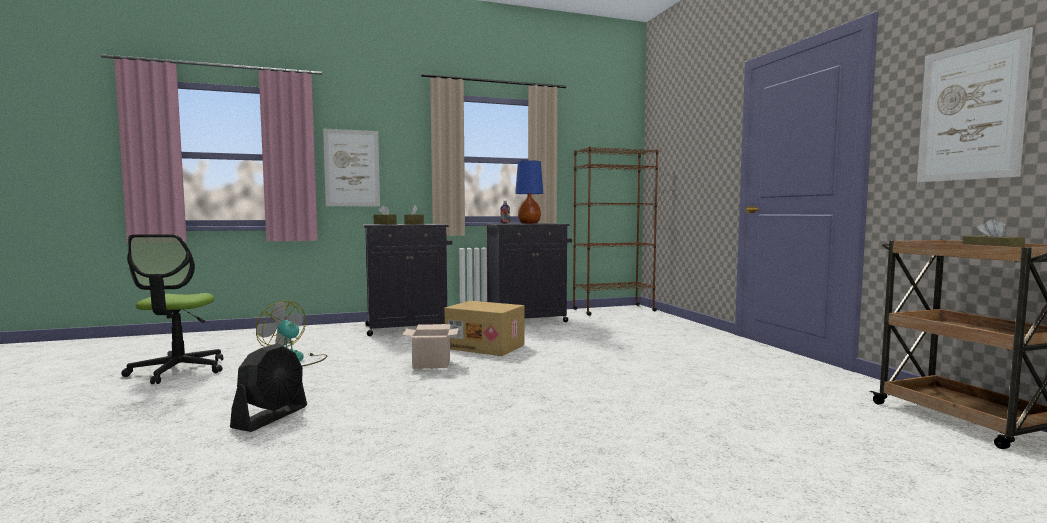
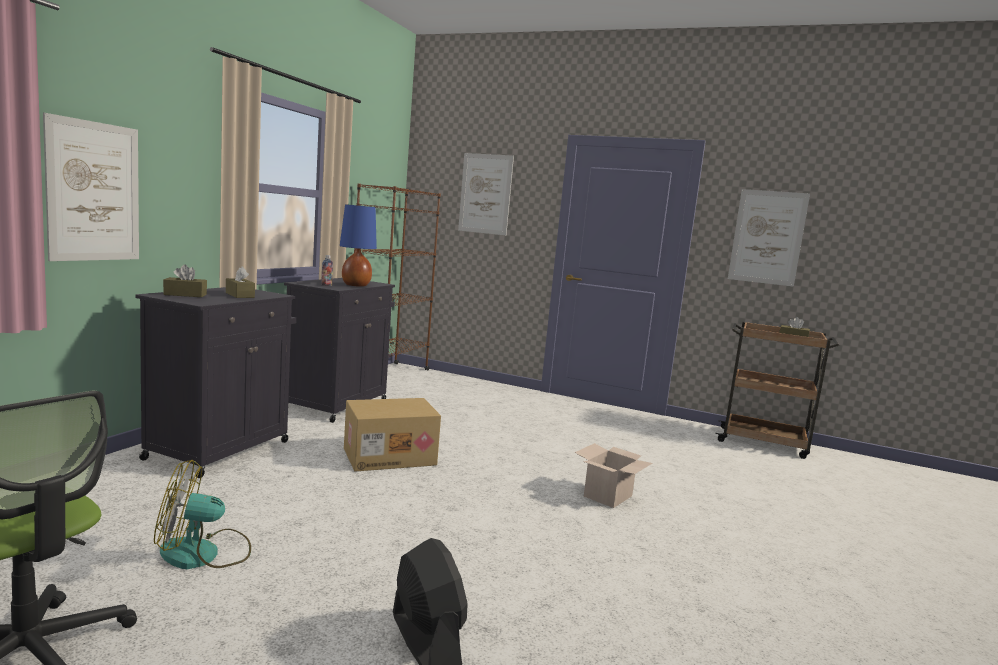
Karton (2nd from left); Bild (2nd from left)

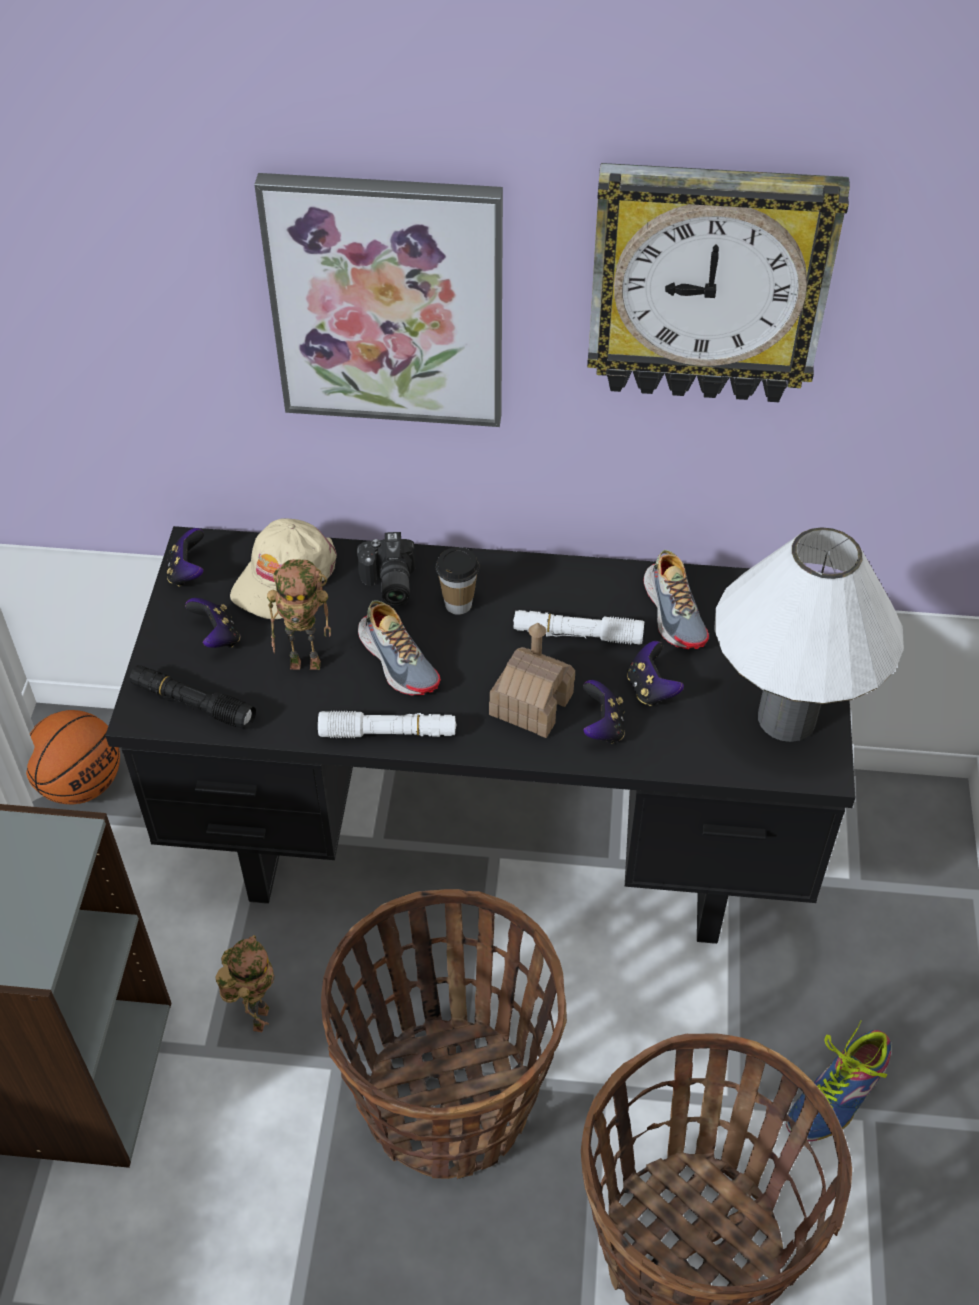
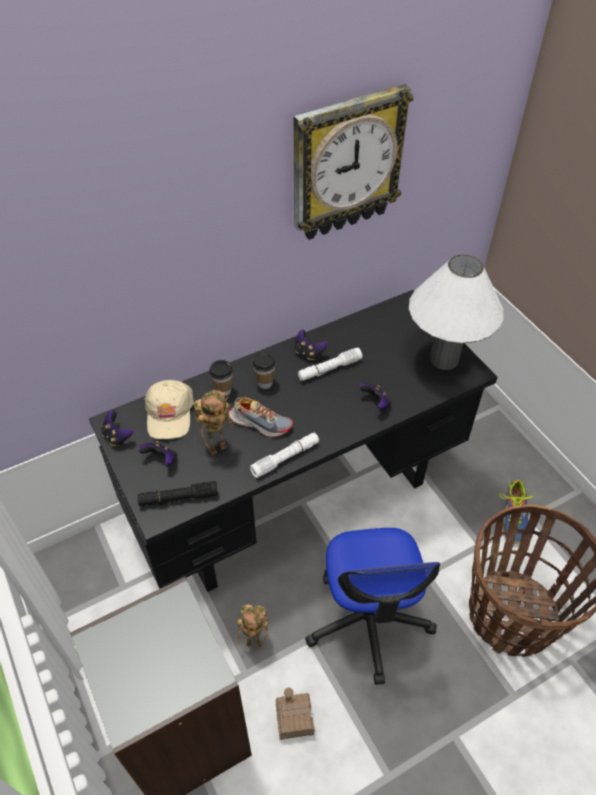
Bild; Tasse (1st from left); Schuh (2nd from left in the first image); Spielzeughaus; Gamepad (3rd from left); Basketball; Bürostuhl; Spielzeugroboter (2nd from left)

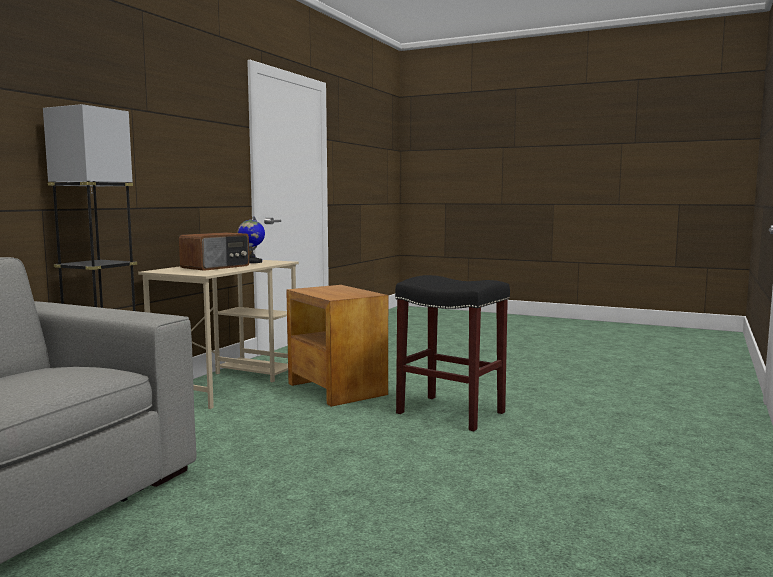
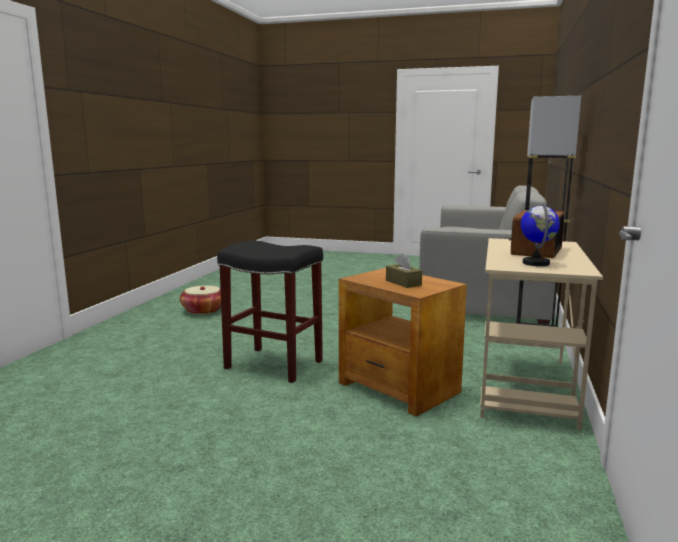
Taschentuchbox (braun); Korb

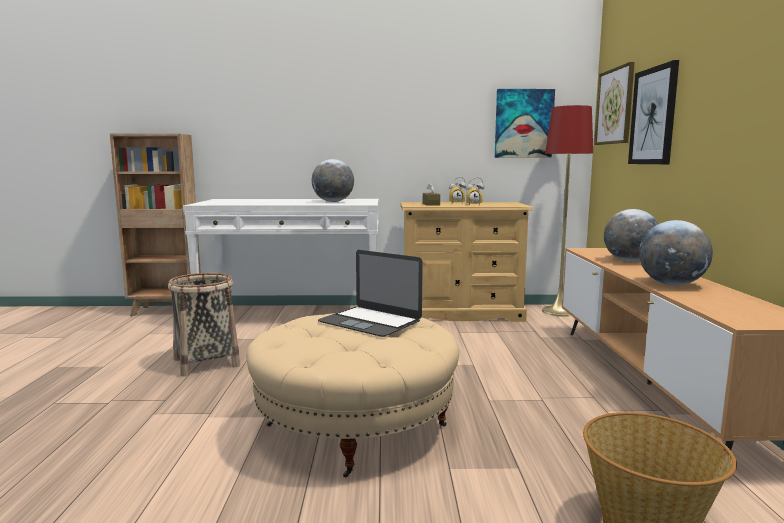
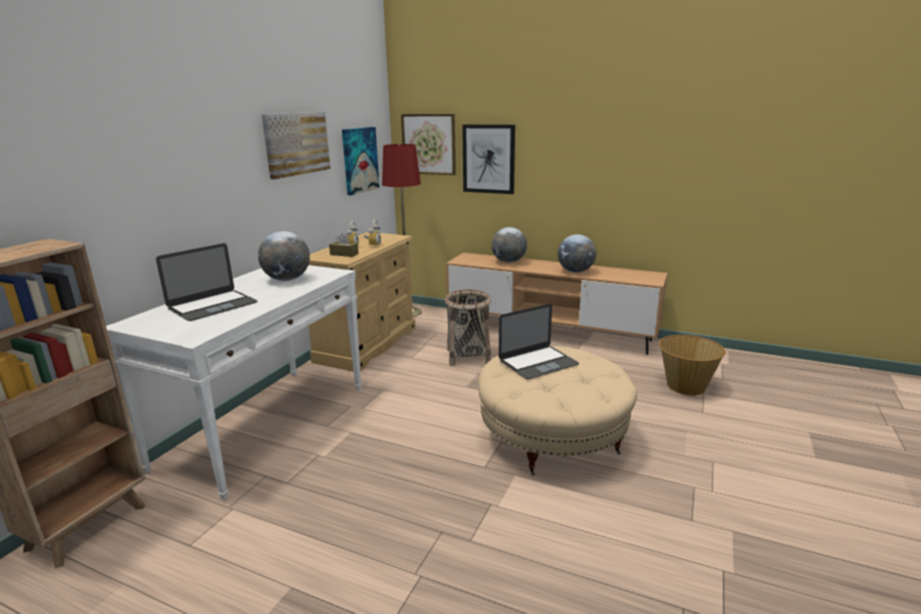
Korb (1st from left); Bild (1st from left); Laptop (1st from left)

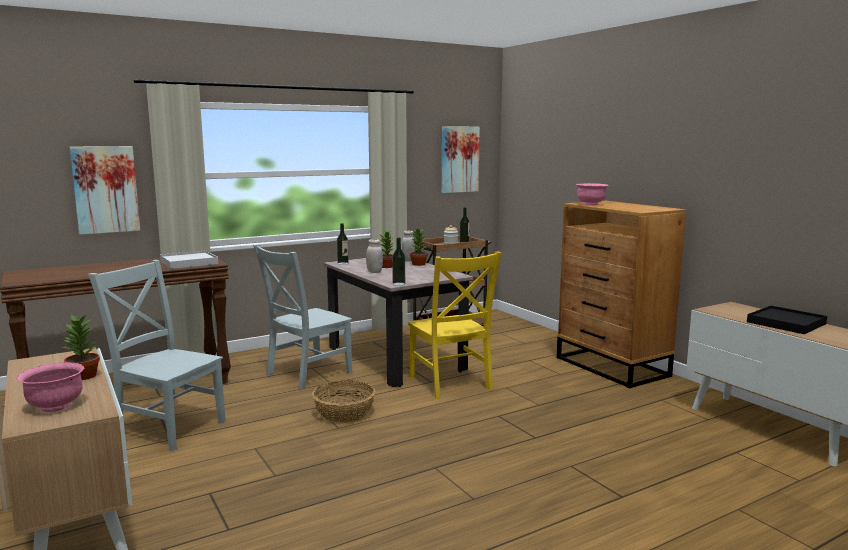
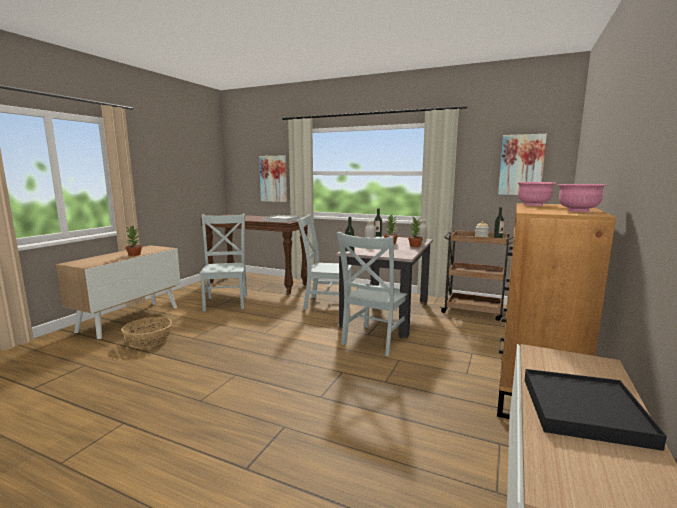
Stuhl (grau) (3rd from left); Schüssel (rosa) (2nd from left); Korb

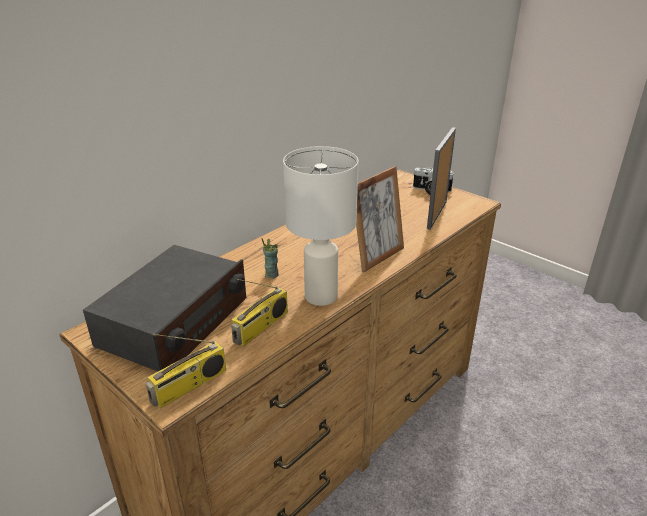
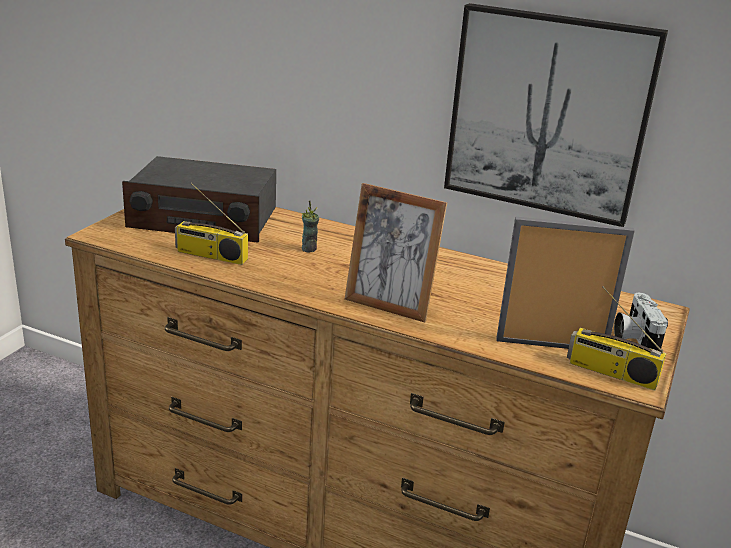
Tischlampe (weiß); Radio (3rd from left); Bild

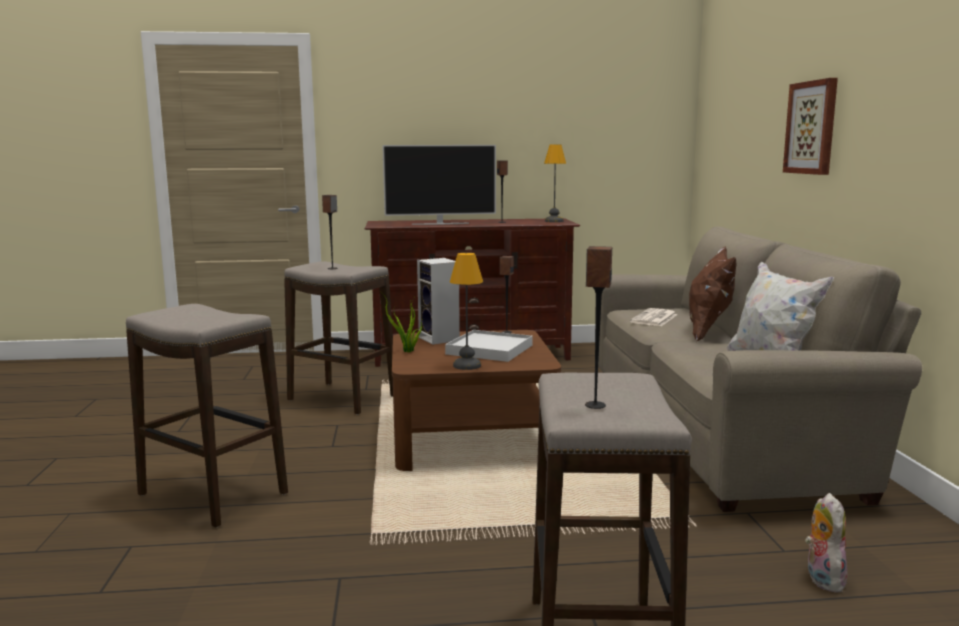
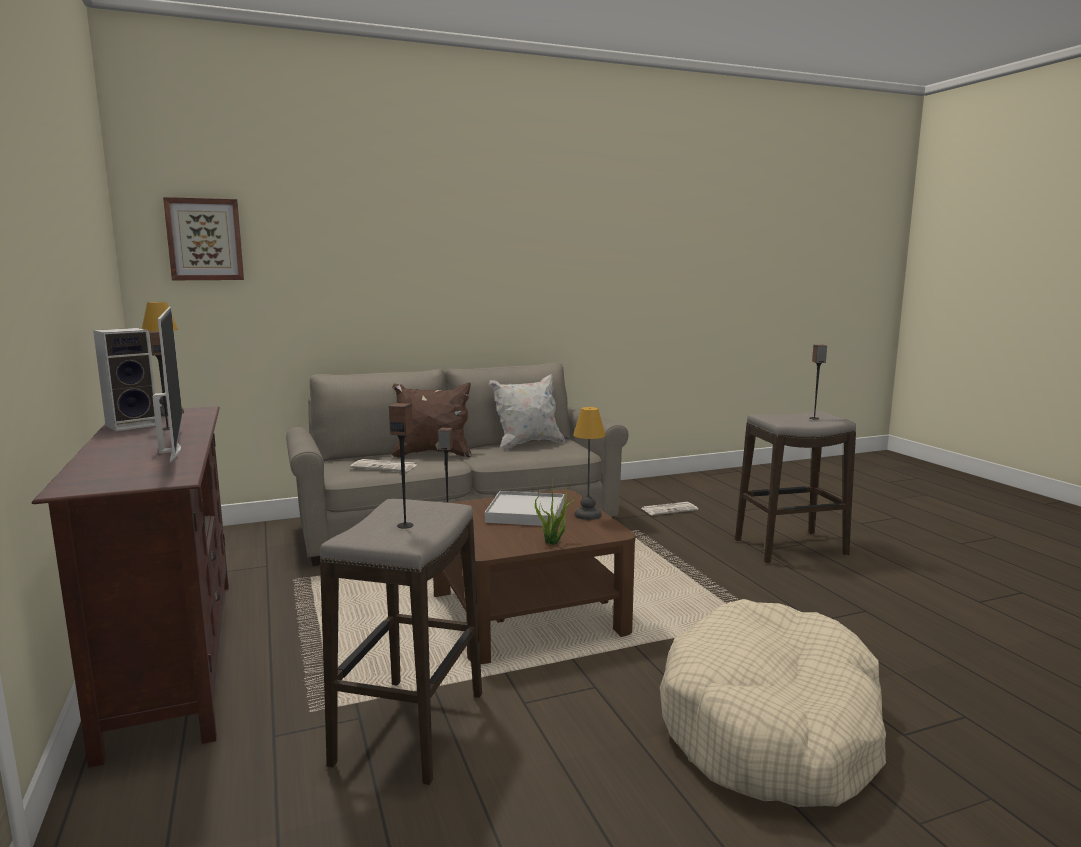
Bild; Lautsprecher (1st from left); Hundebett (beige); Zeitung (2nd from left)

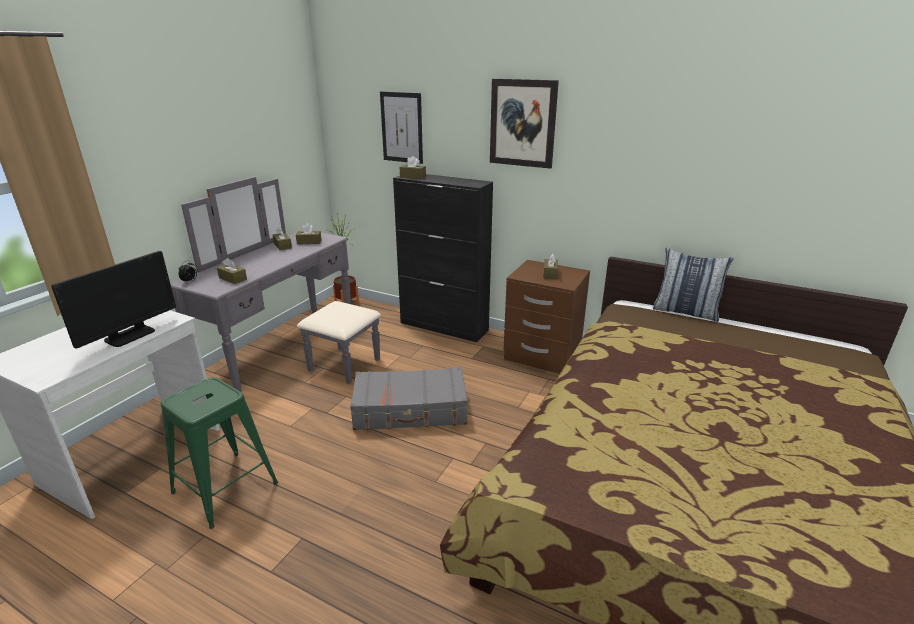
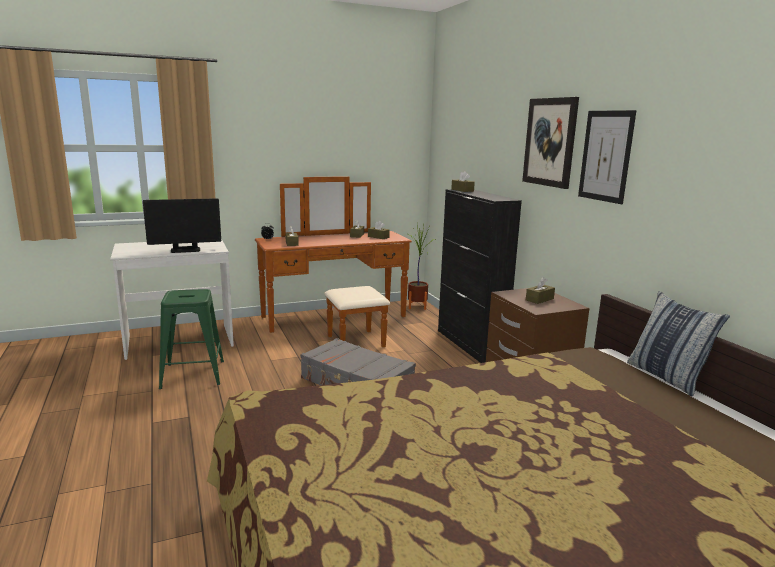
Bild (2nd from left); Kommode (braun)

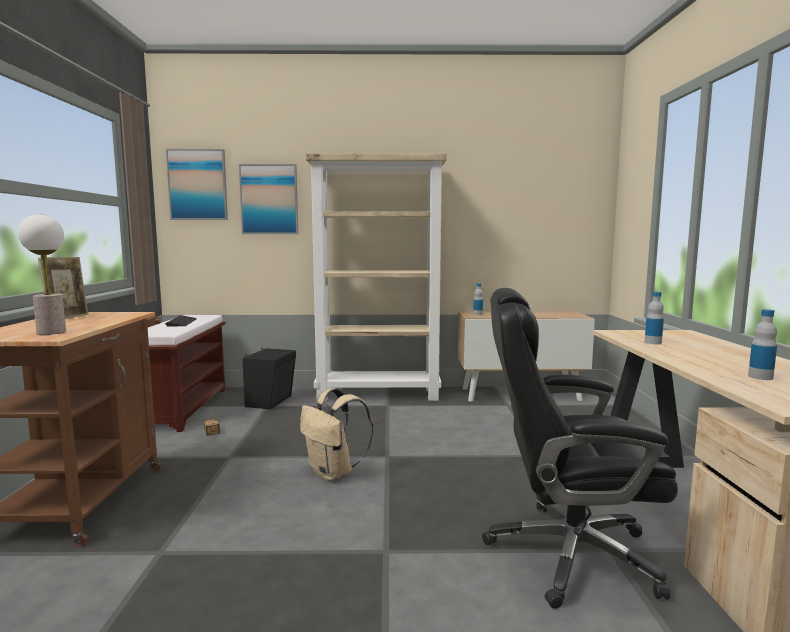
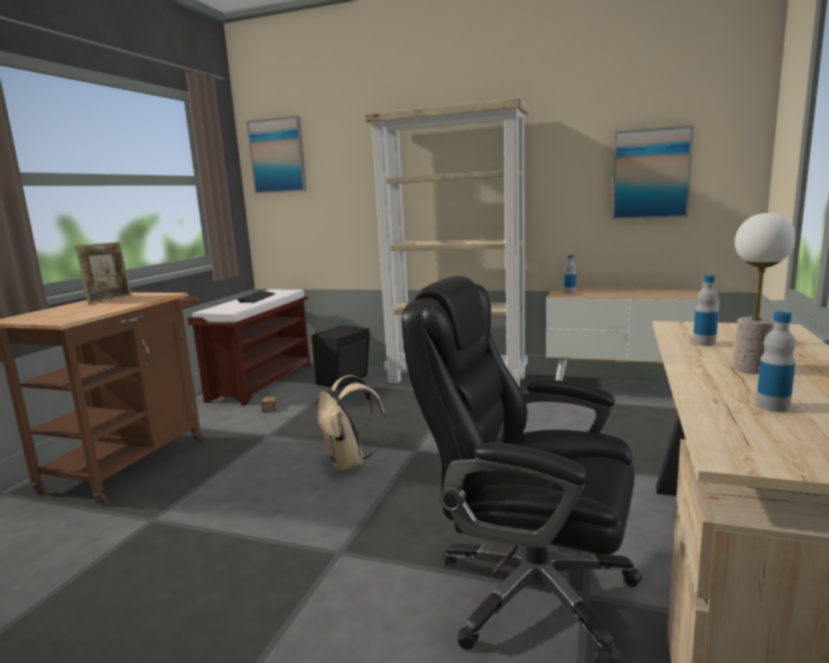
Bild (2nd from left); Tischlampe

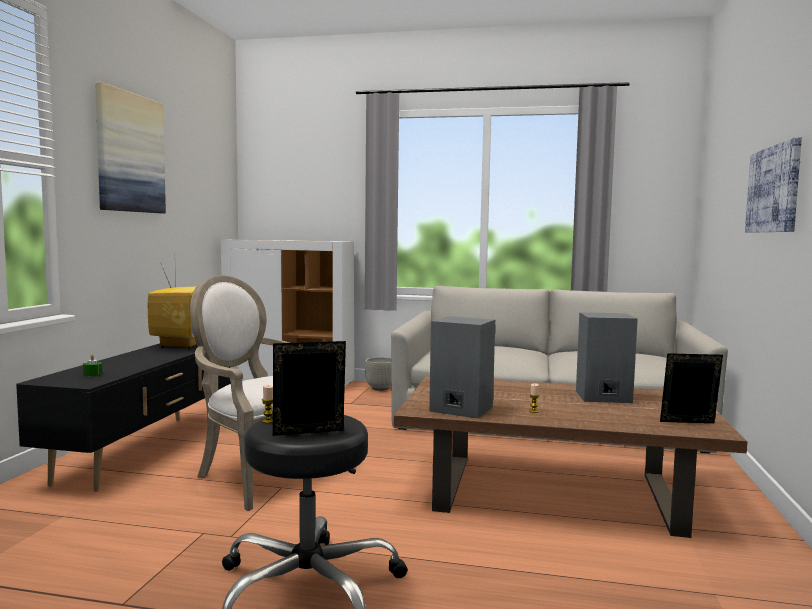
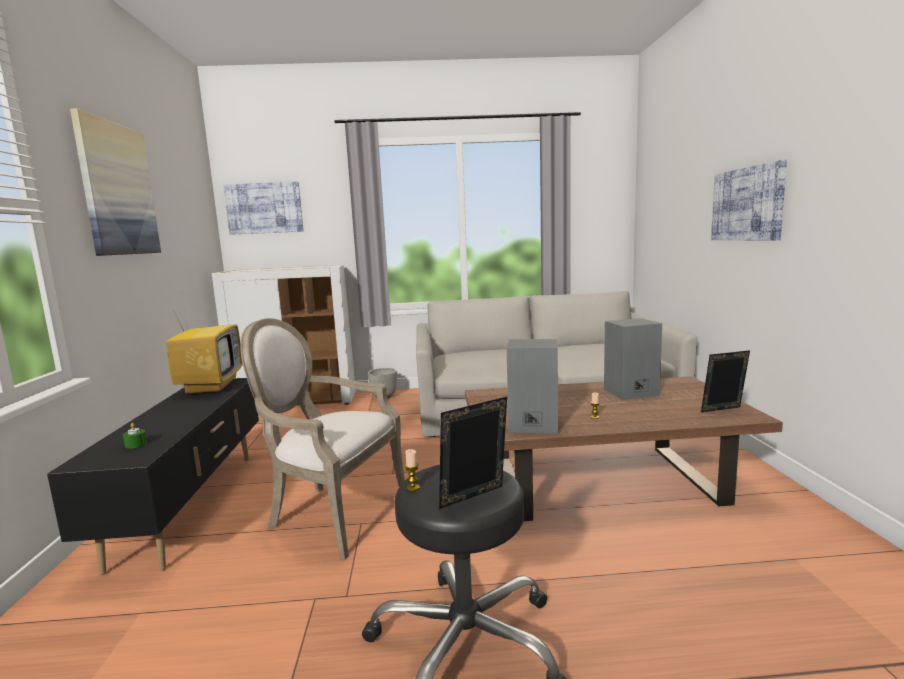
Bild (2nd from left)

